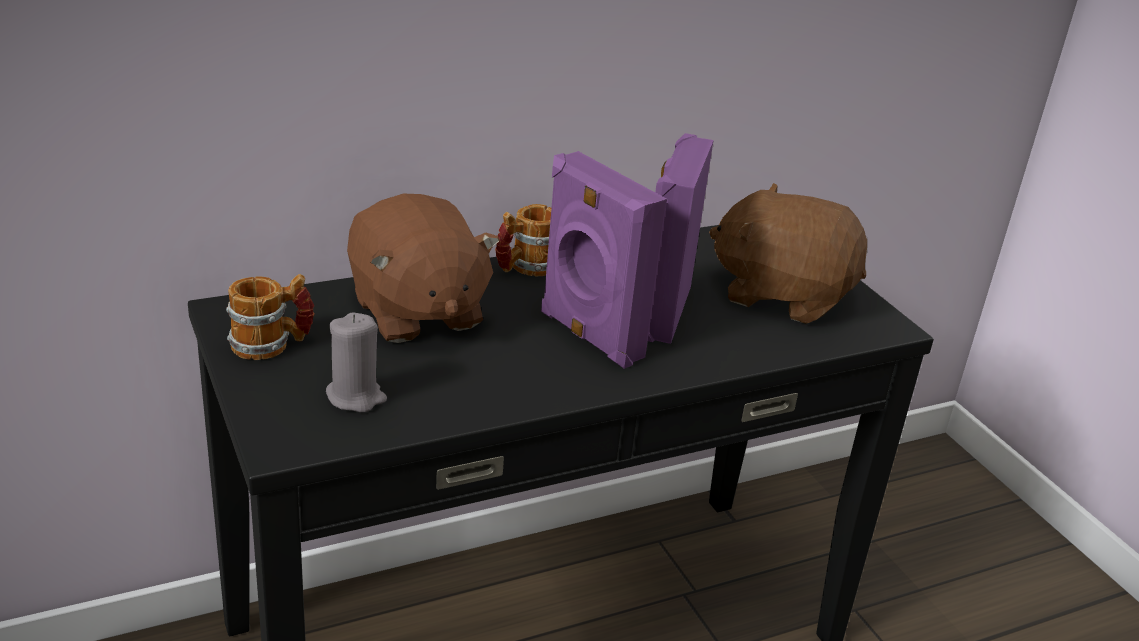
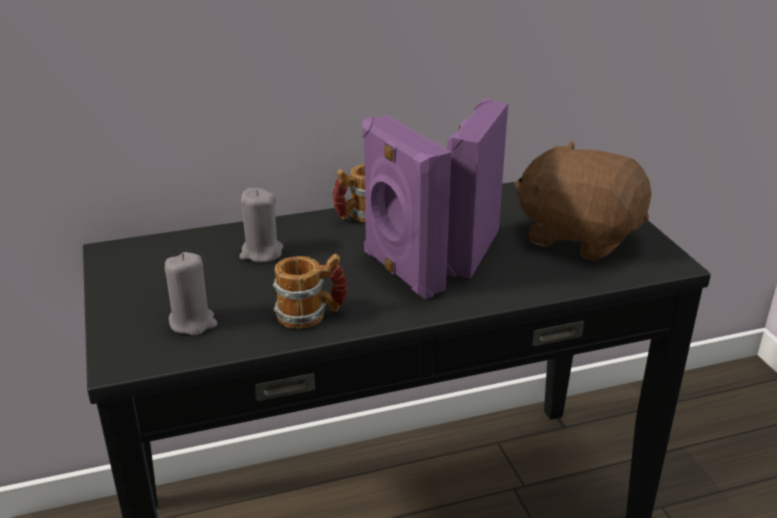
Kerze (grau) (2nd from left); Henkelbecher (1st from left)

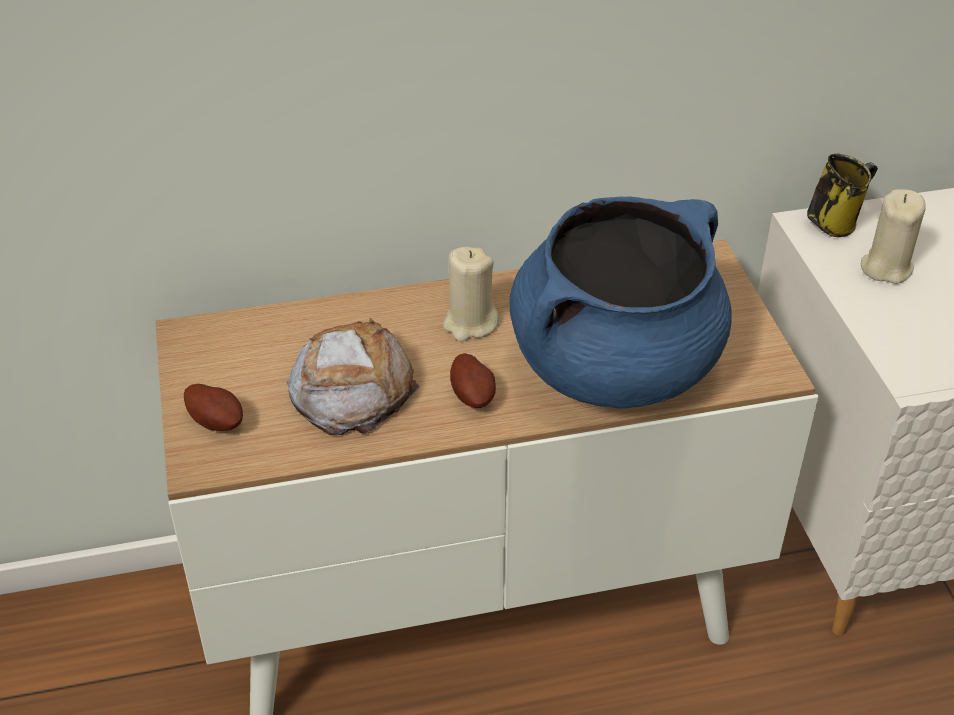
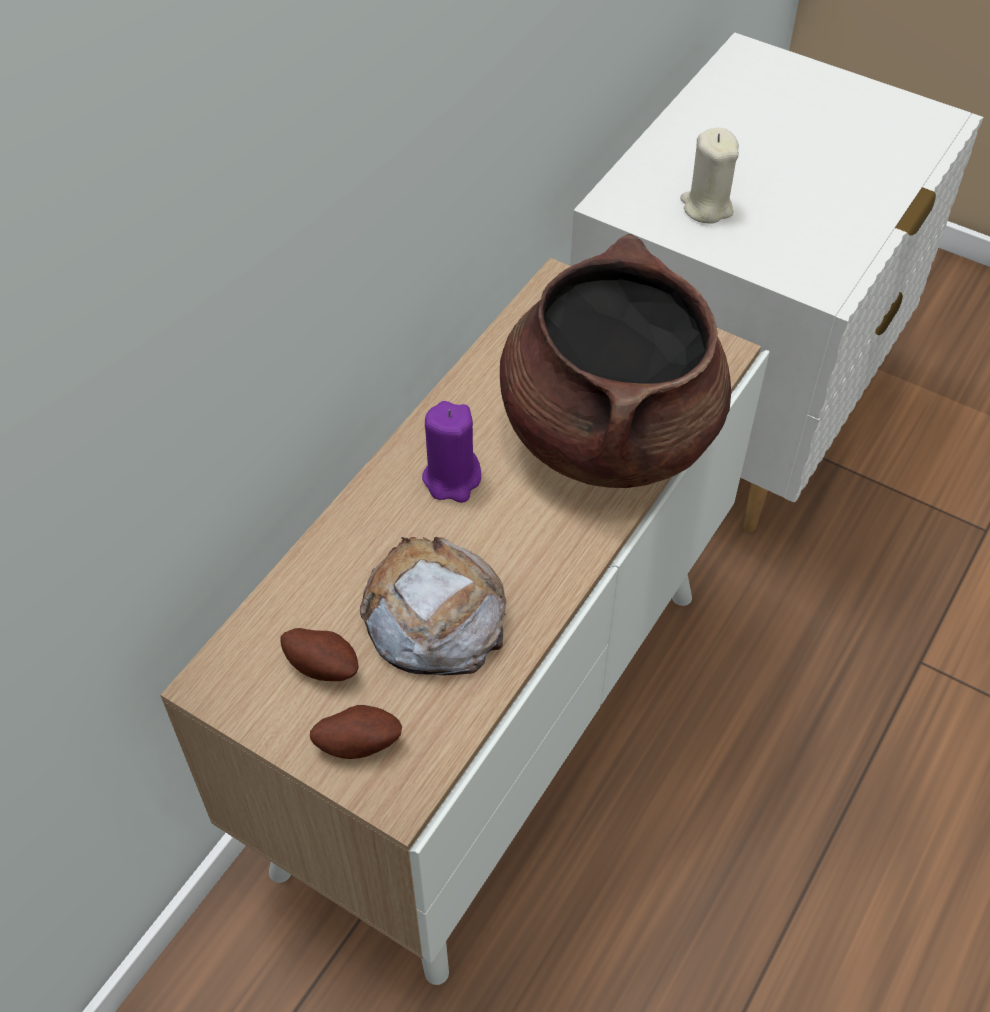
Henkelbecher; Kochtopf (braun); Kerze (lila); Kartoffel (1st from left)

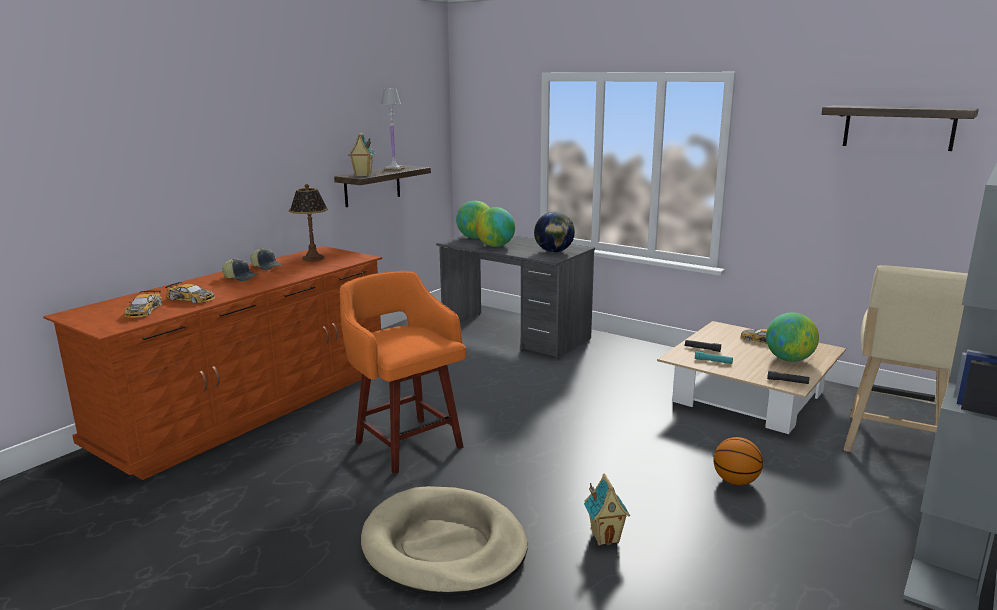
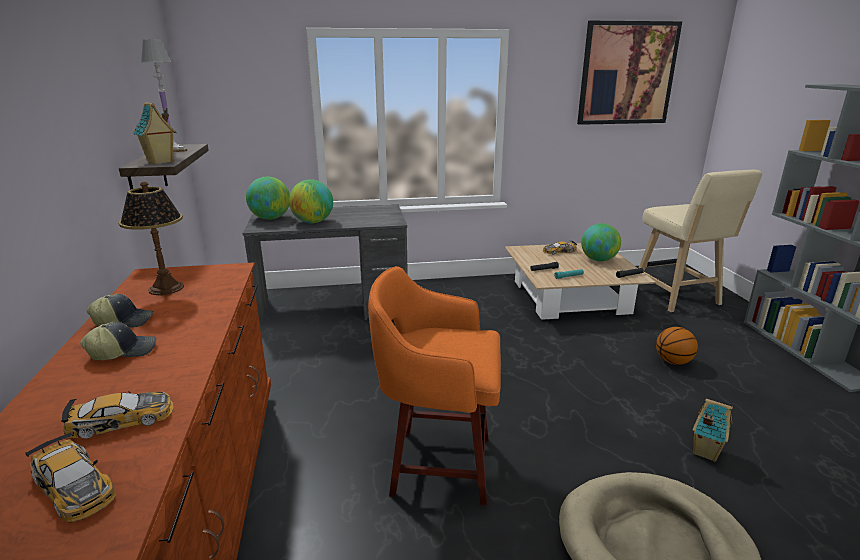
Bild; Globus (3rd from left in the first image)

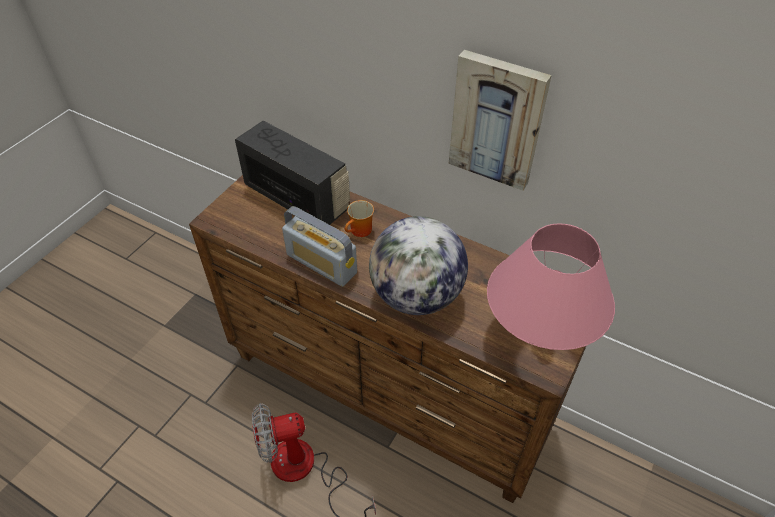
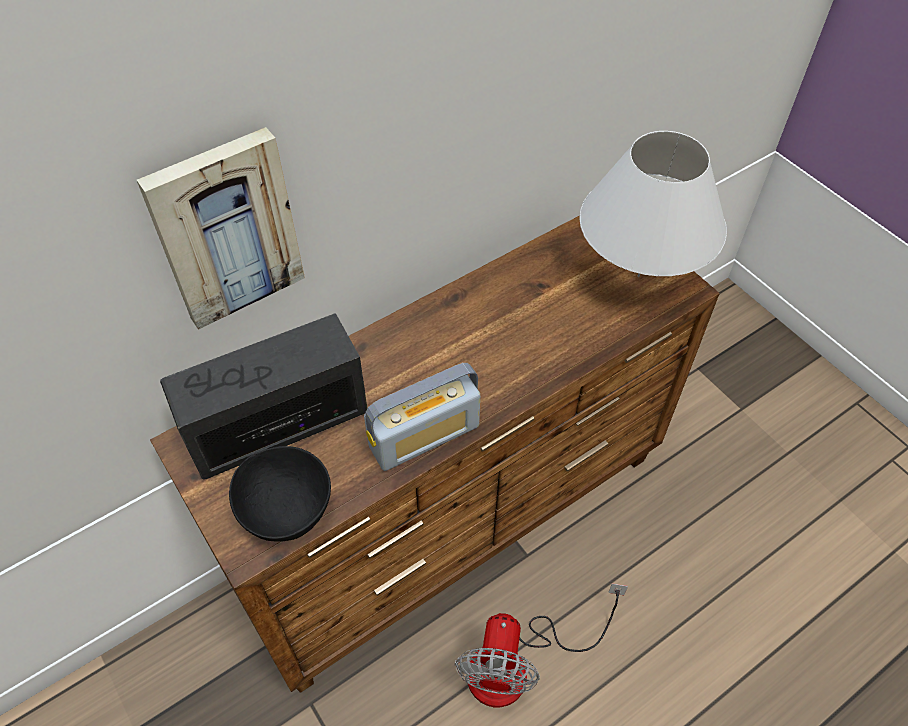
Bild; Henkelbecher; Globus; Tischlampe (weiß); Schüssel (schwarz)

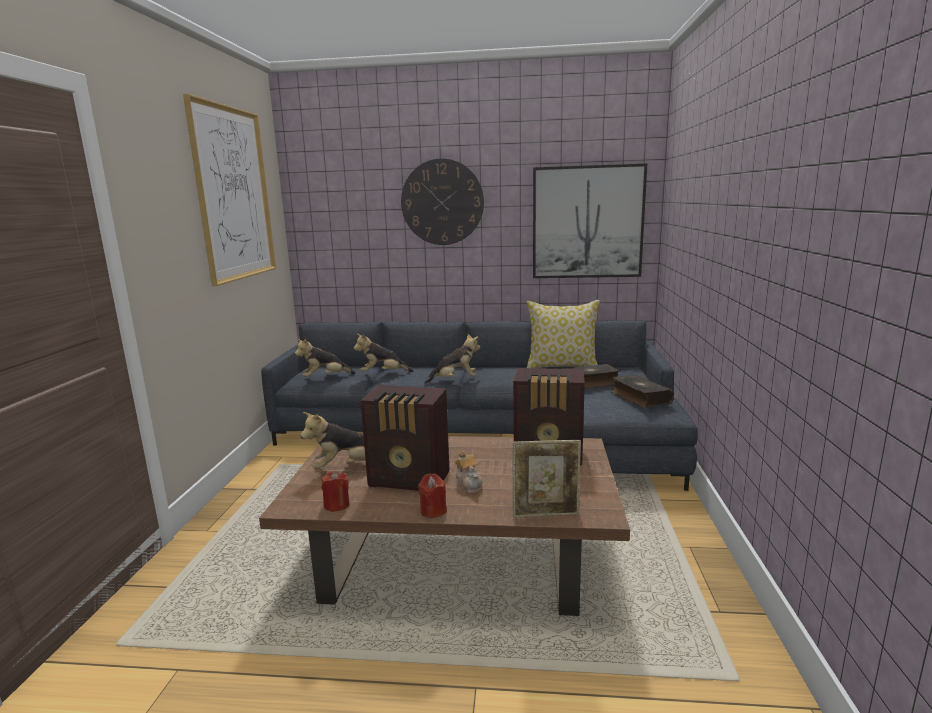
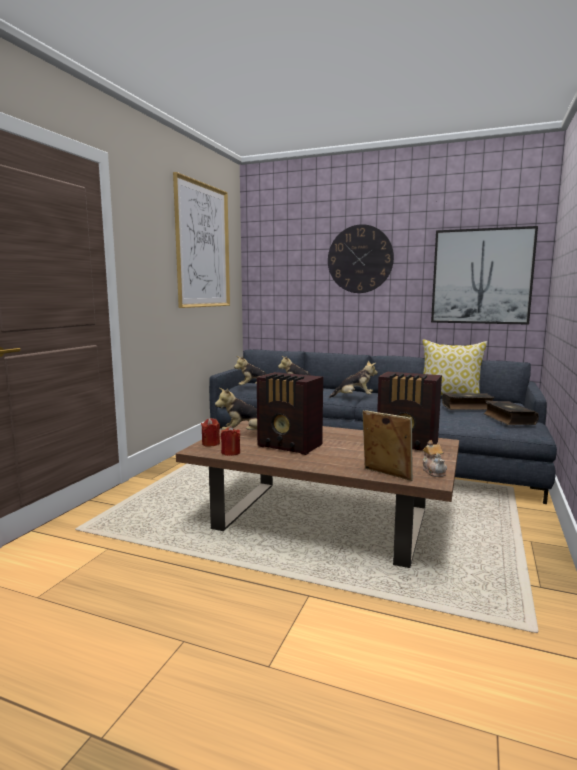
Bilderrahmen; Teekanne; Kerze (rot) (1st from left)

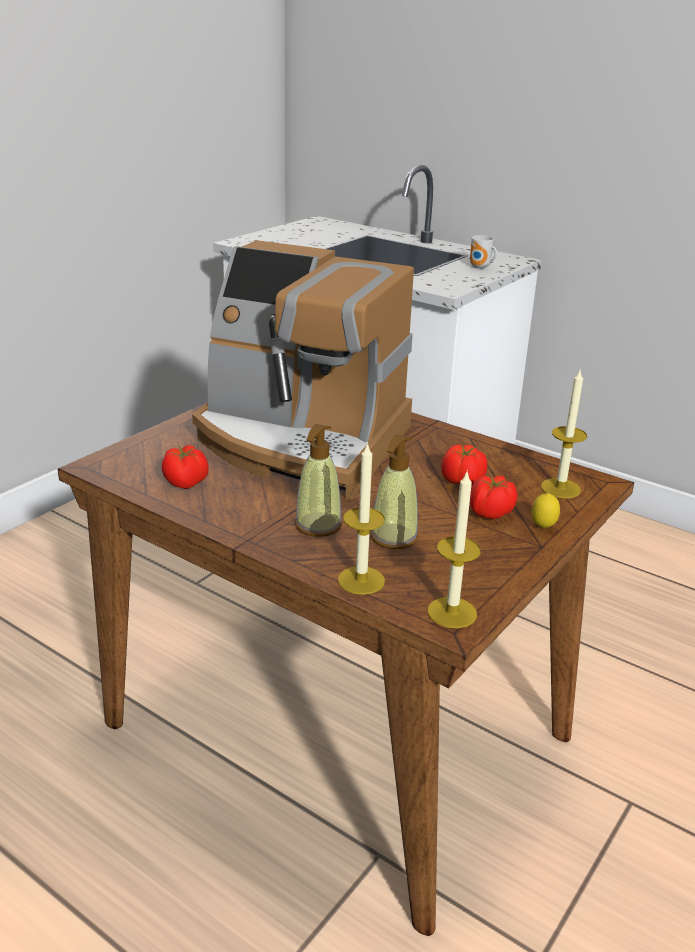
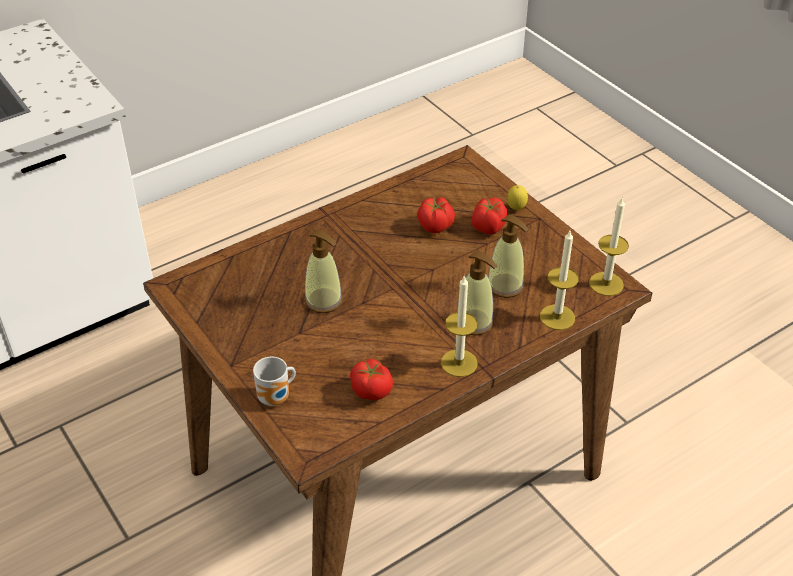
Henkelbecher; Seifenspender (1st from left); Kerze (1st from left)

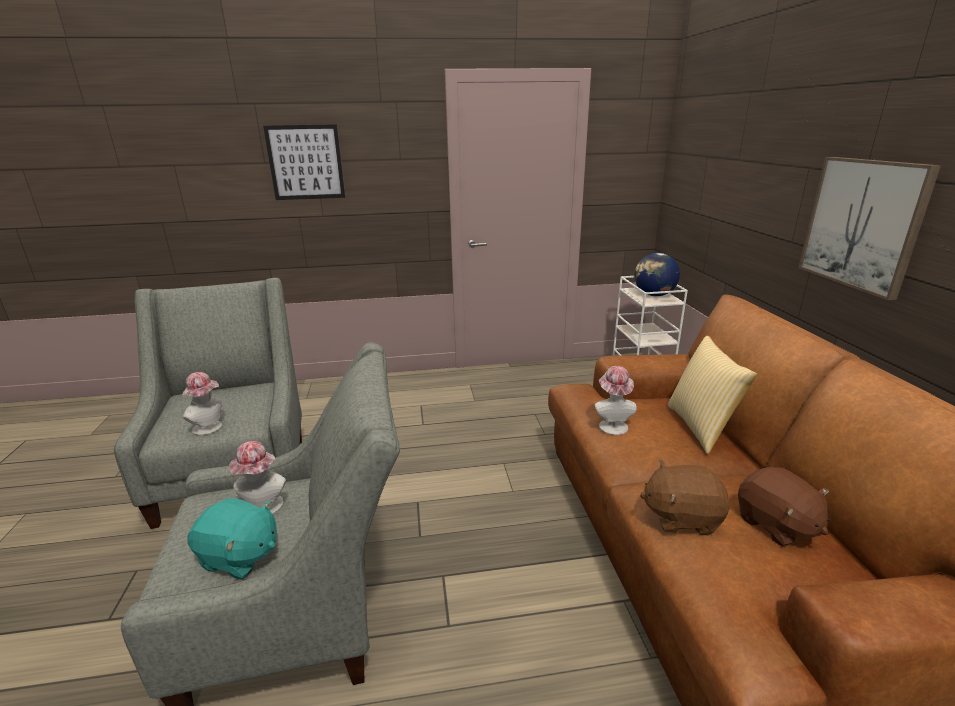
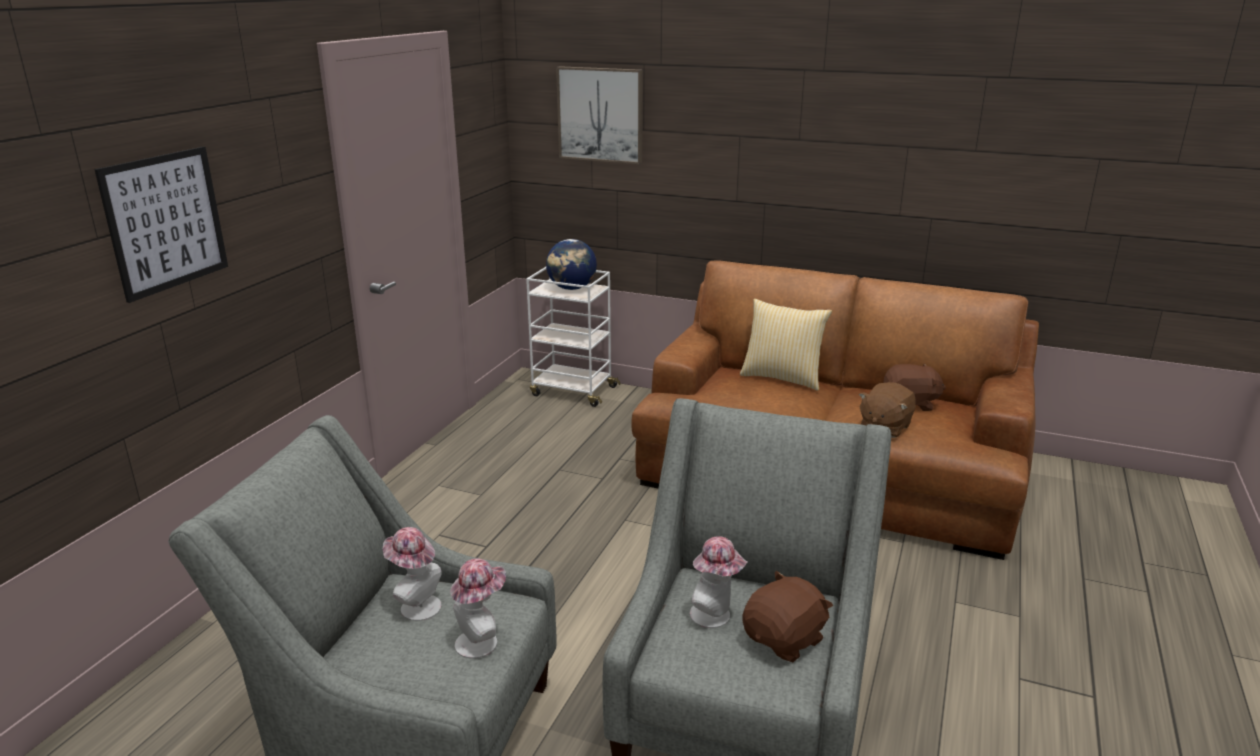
Bild (2nd from left); Hut (1st from left); Plüschtier (braun) (1st from left)

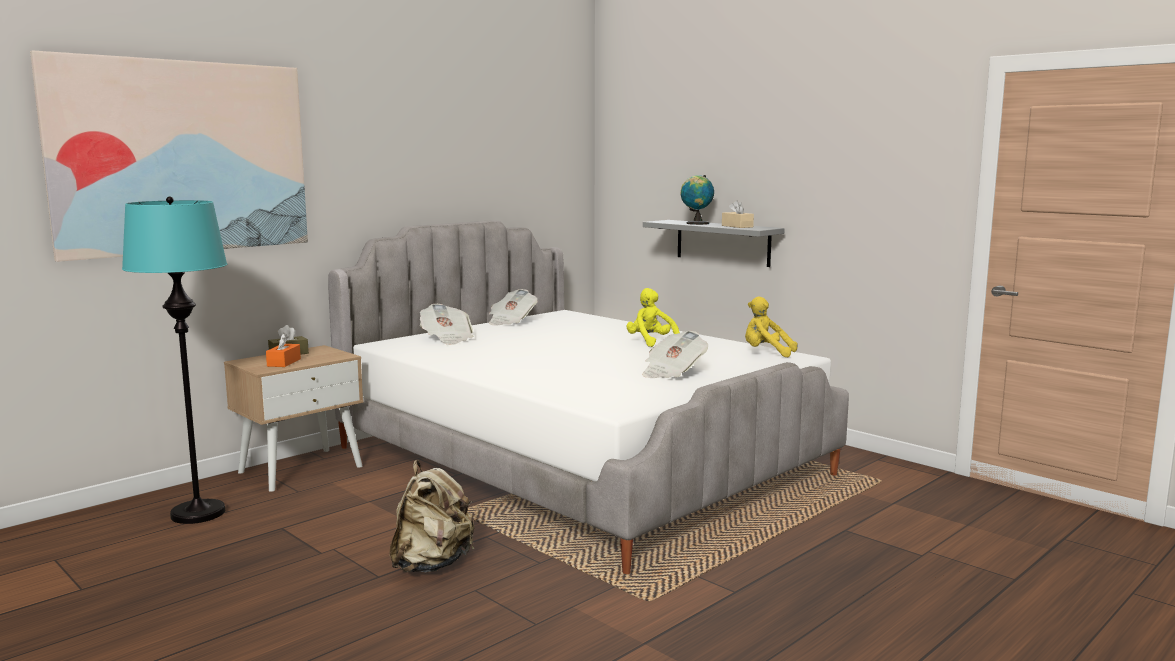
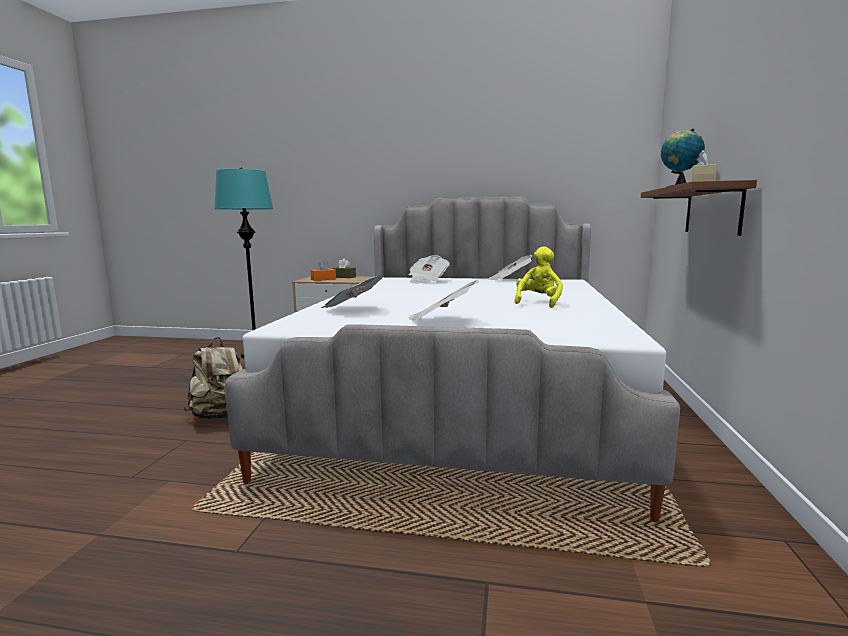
Bild; Wandregal (braun); Plüschtier (gelb) (2nd from left in the first image); Zeitung (1st from left)

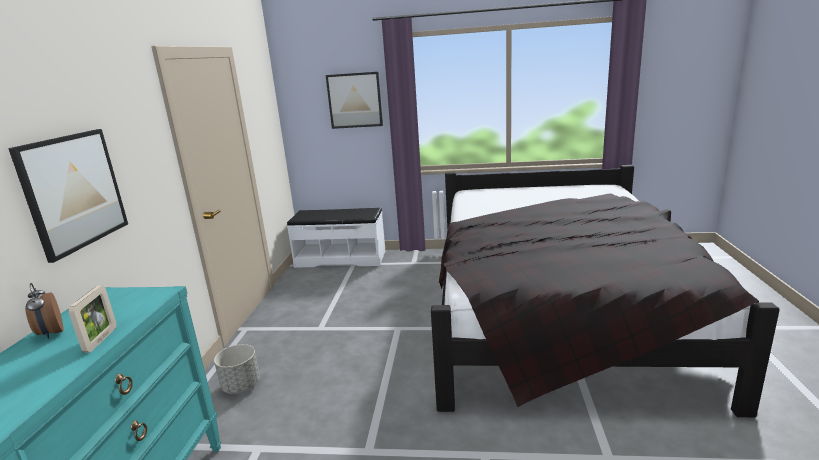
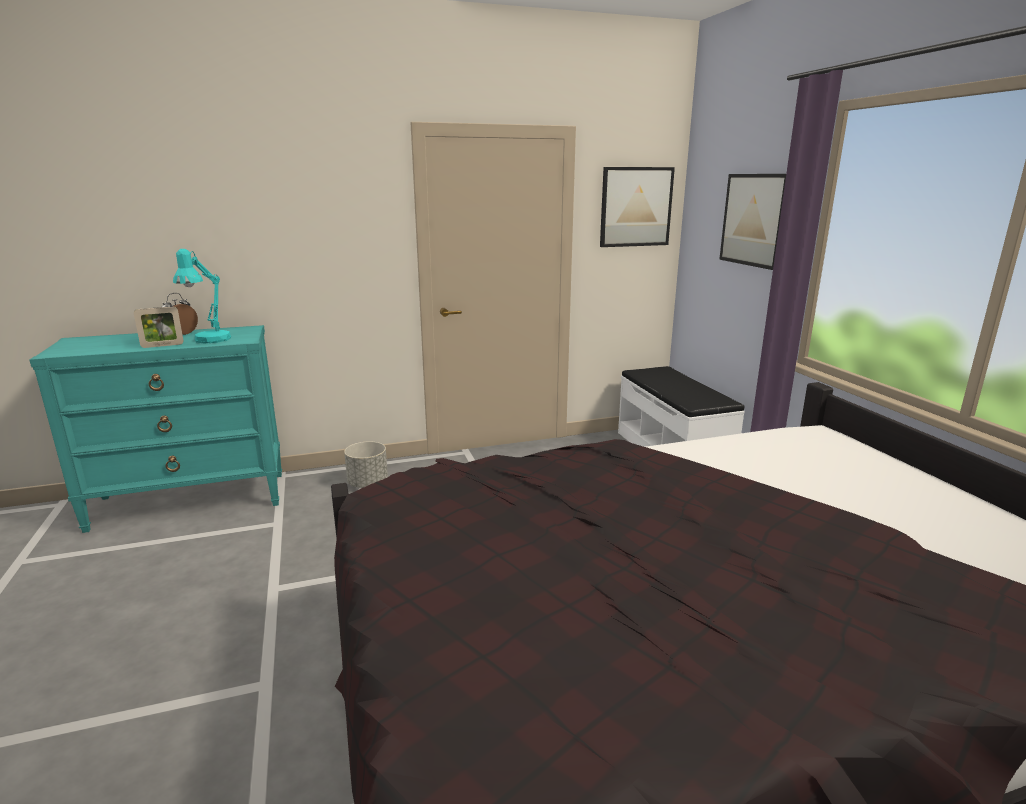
Bild (1st from left); Tischlampe (türkis)

